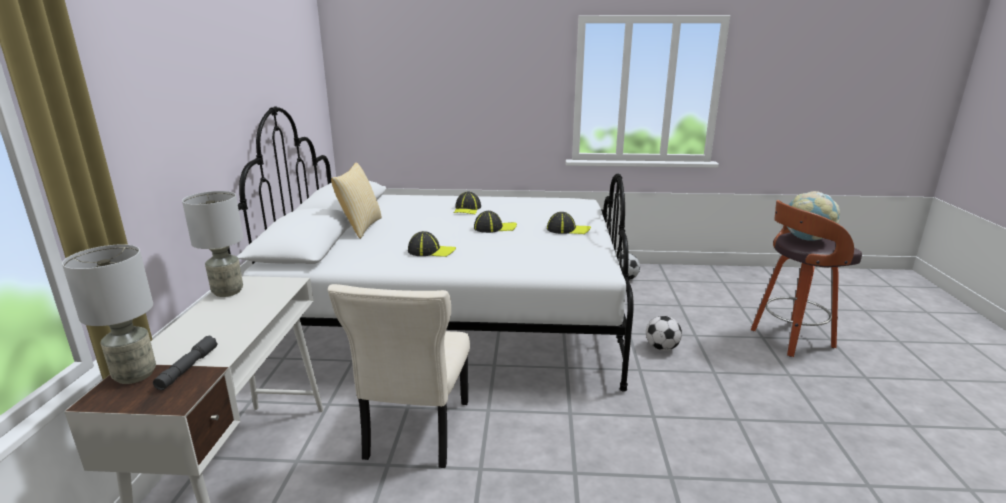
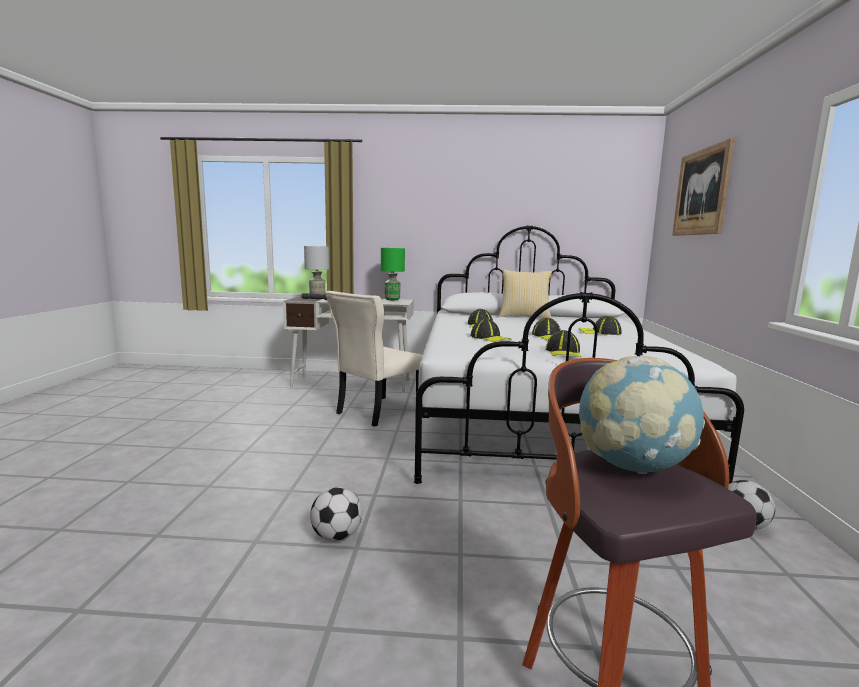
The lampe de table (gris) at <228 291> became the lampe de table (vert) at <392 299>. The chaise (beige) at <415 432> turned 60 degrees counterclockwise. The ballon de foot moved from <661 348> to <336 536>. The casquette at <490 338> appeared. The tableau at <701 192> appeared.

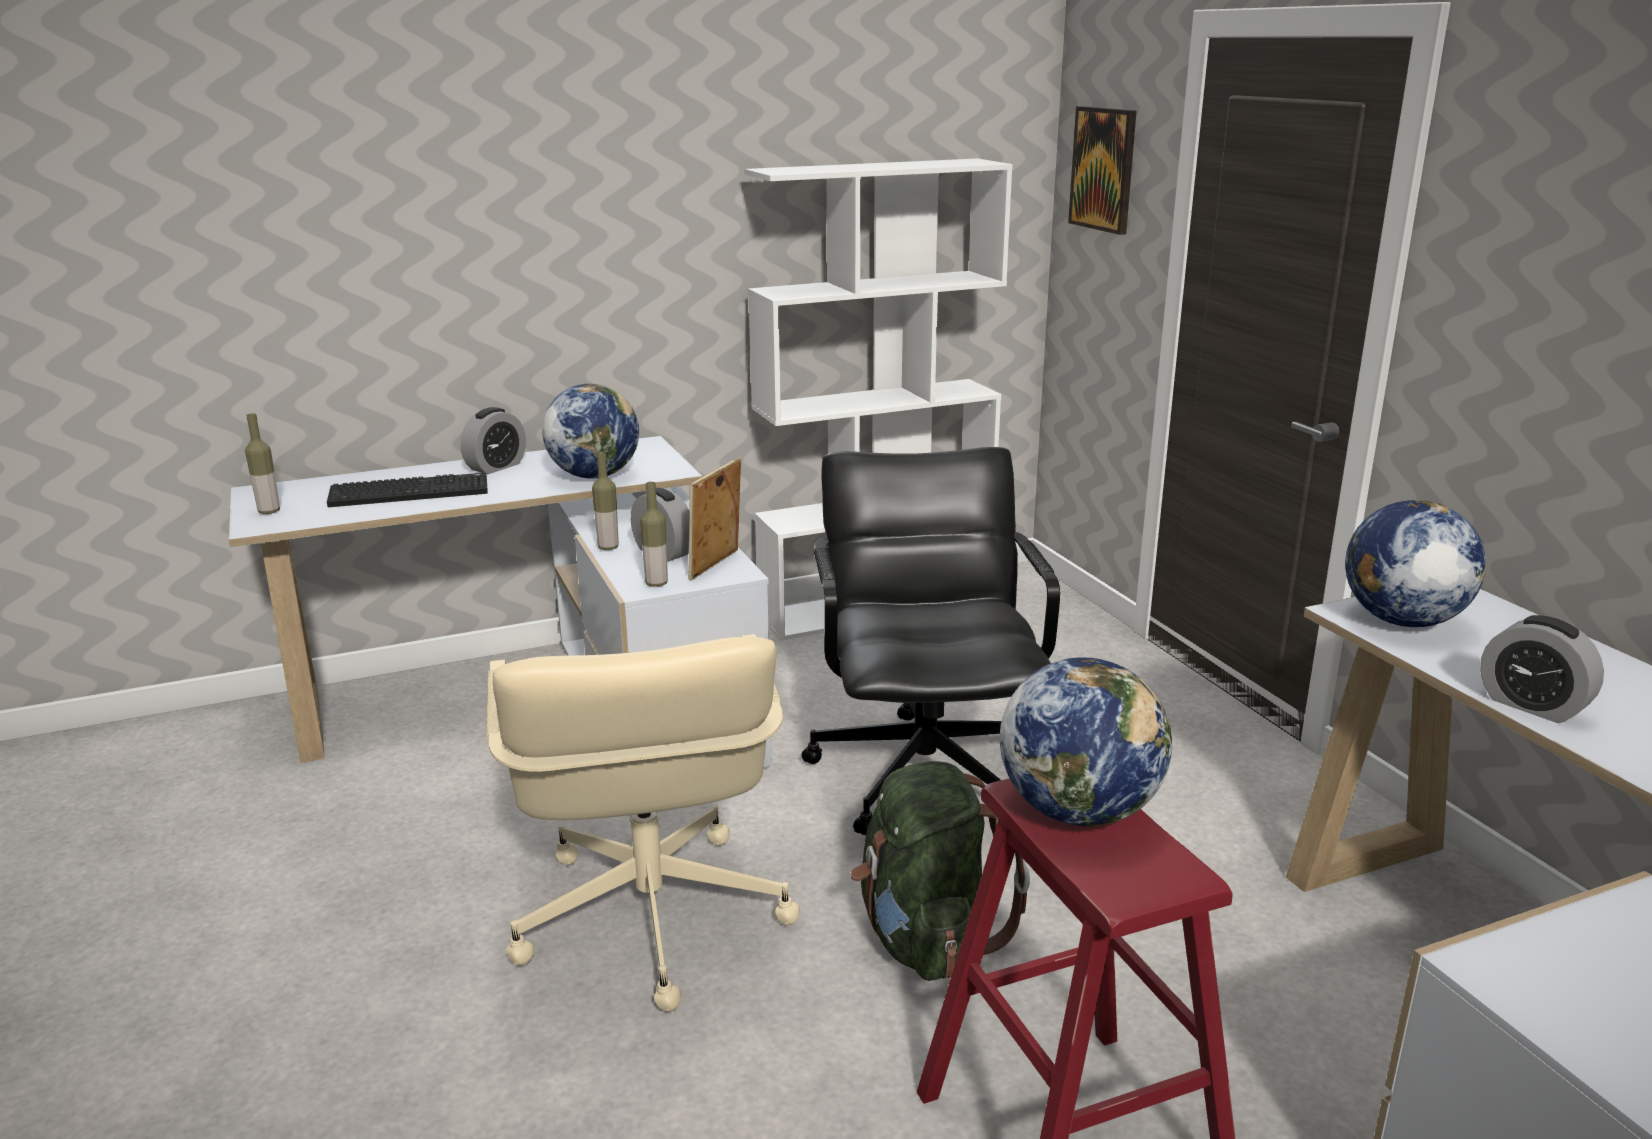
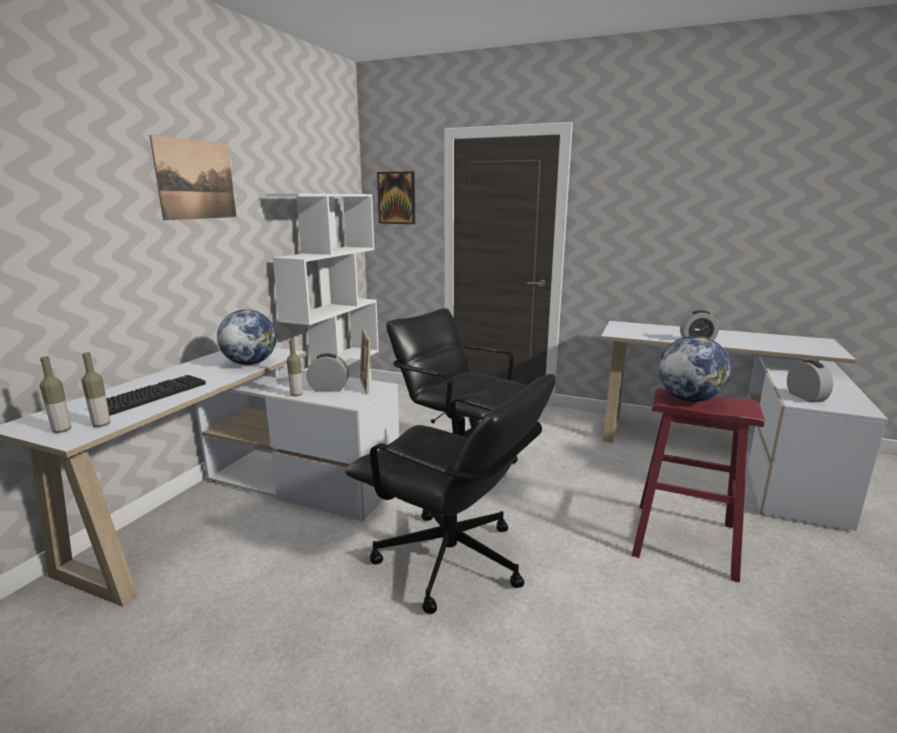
The réveil moved from <496 467> to <805 397>. The chaise de bureau (beige) at <649 919> became the chaise de bureau (noir) at <451 561>. The bouteille moved from <656 583> to <101 424>. The sac à dos (vert) at <927 939> disappeared. The globe at <1401 621> disappeared. The tableau at <196 180> appeared.

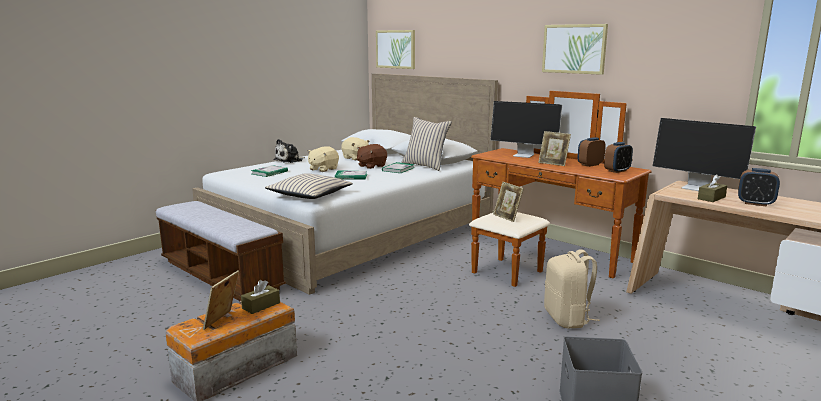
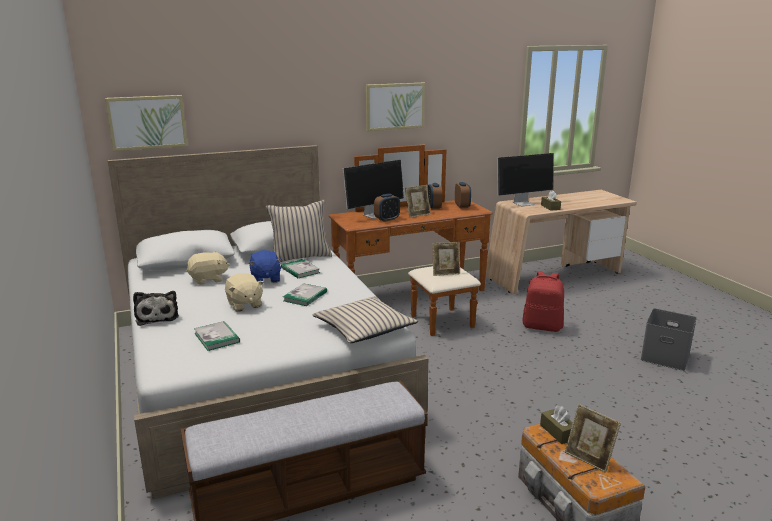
The peluche (marron) at <371 166> became the peluche (bleu) at <265 279>. The sac à dos (beige) at <567 319> became the sac à dos (rouge) at <542 326>. The réveil moved from <755 203> to <387 219>.

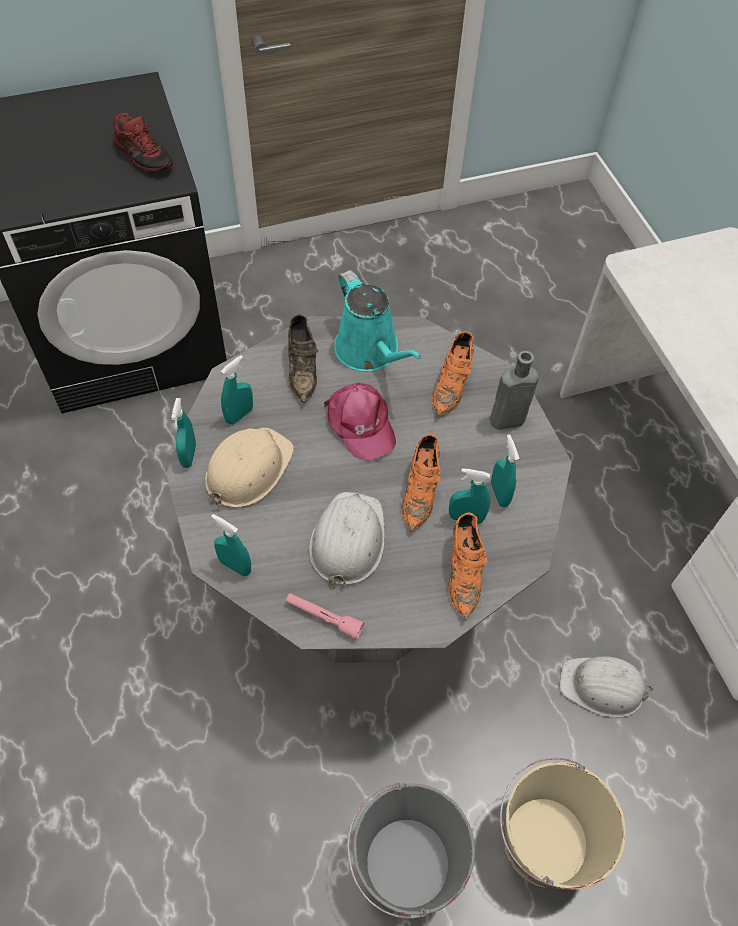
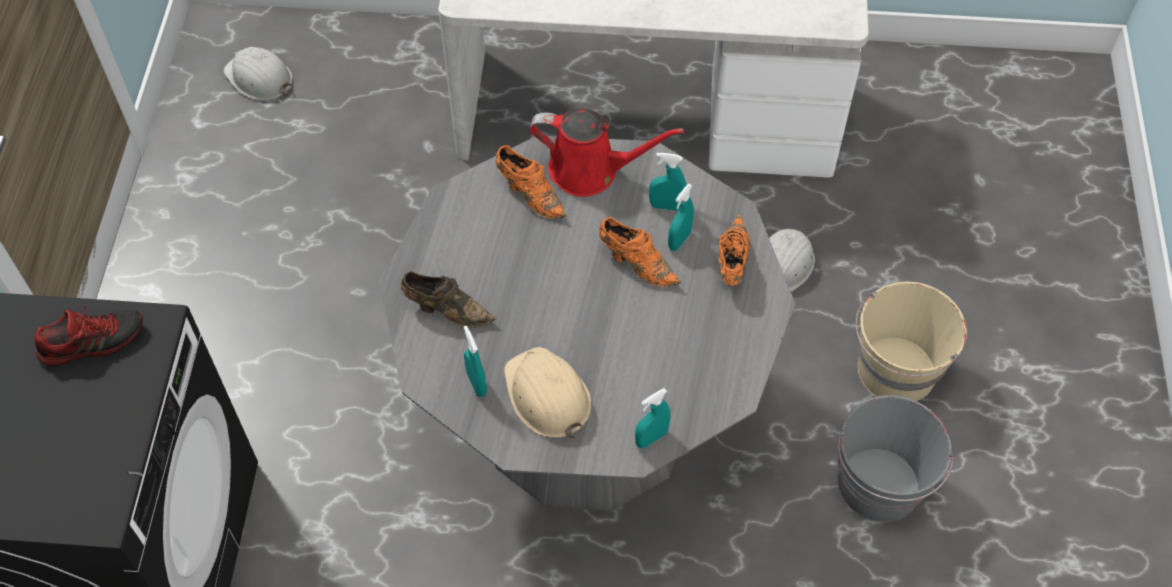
The vaporisateur (turquoise) at <189 455> disappeared. The lampe de poche (rose) at <323 618> disappeared. The casque de chantier (blanc) moved from <347 540> to <259 78>. The casquette (rose) at <360 424> disappeared. The arrosoir (turquoise) at <370 351> disappeared. The chaussure (orange) at <464 572> turned 105 degrees counterclockwise. The bouteille (gris) at <504 420> was replaced by the arrosoir (rouge) at <590 170>.

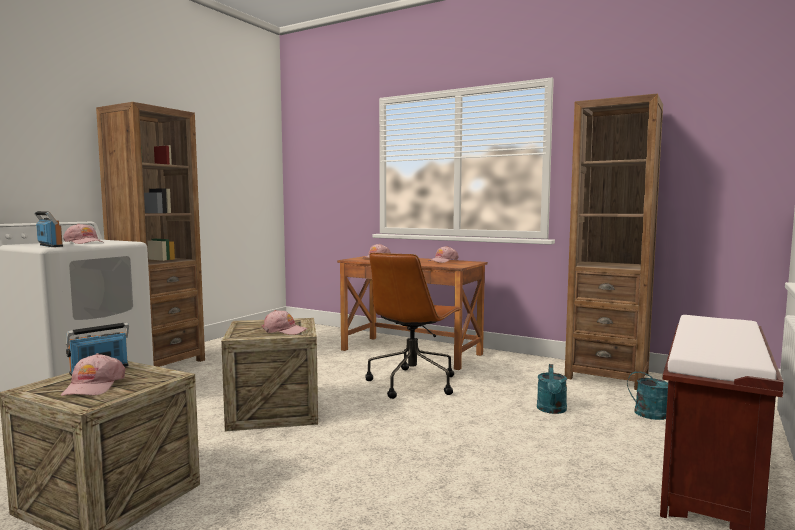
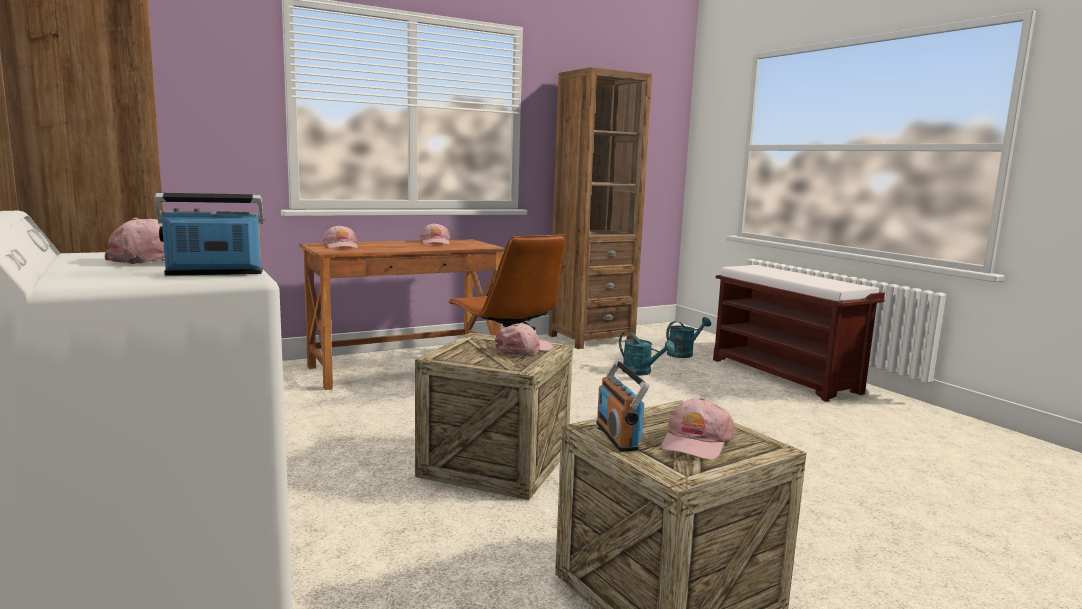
The casquette (rose) at <93 386> turned 90 degrees clockwise.

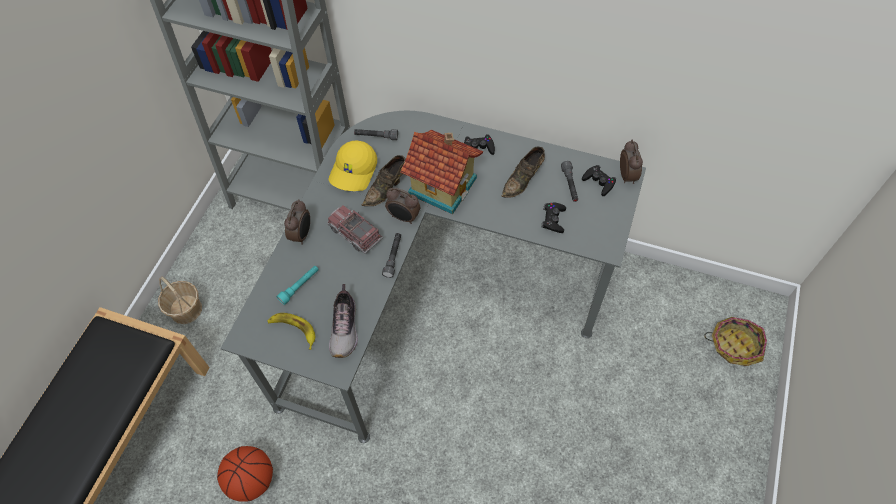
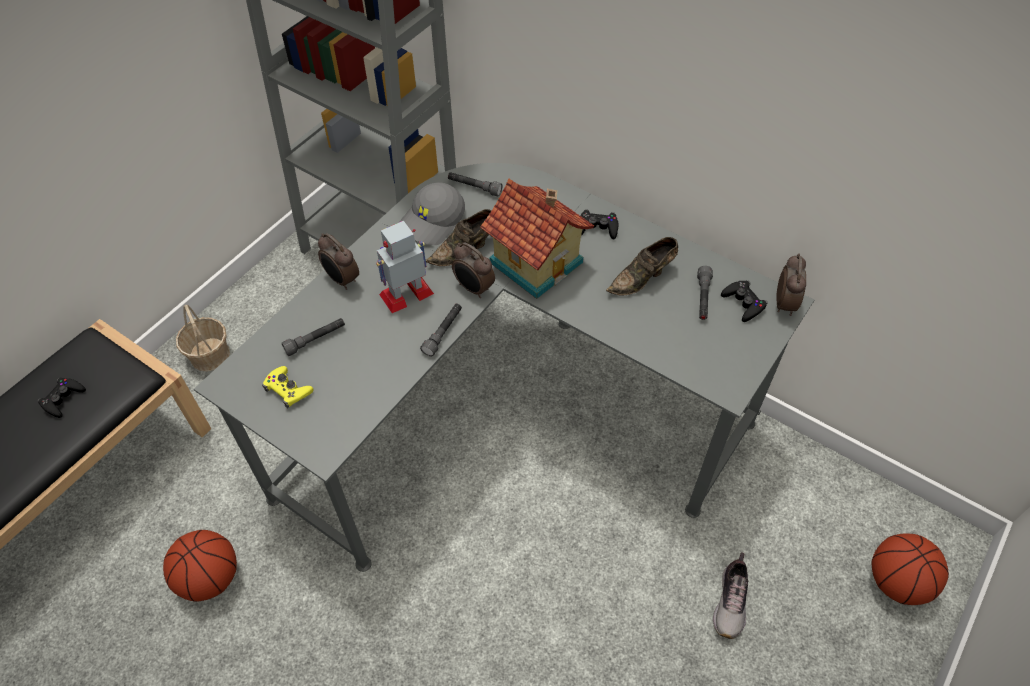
The banane at <293 330> was replaced by the manette (jaune) at <288 389>. The lampe de poche (turquoise) at <300 286> became the lampe de poche (gris) at <316 340>. The réveil at <302 234> turned 105 degrees clockwise. The camion jouet at <355 233> was replaced by the robot jouet at <407 293>. The casquette (jaune) at <354 171> became the casquette (gris) at <432 222>. The chaussure moved from <345 328> to <731 602>. The manette (noir) moved from <553 219> to <63 399>. The panier at <734 345> was replaced by the ballon de basket at <896 581>.

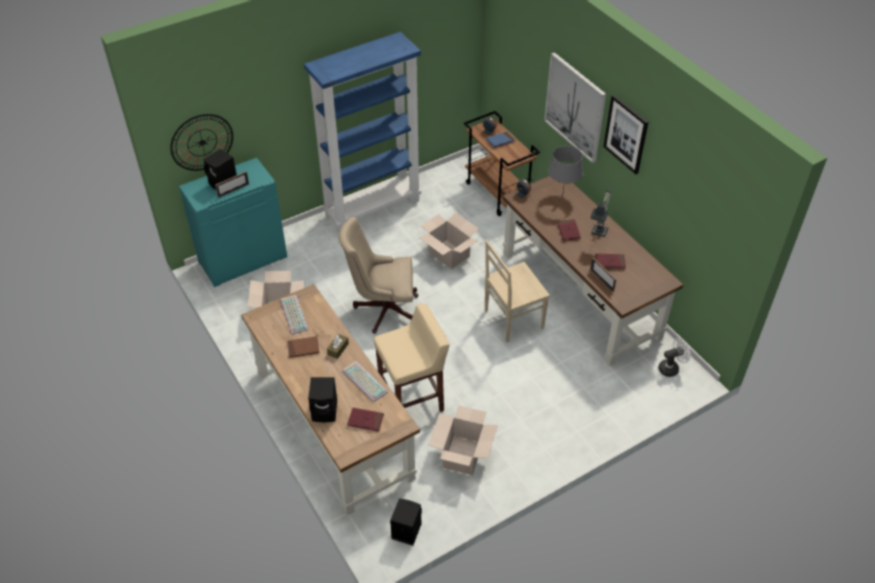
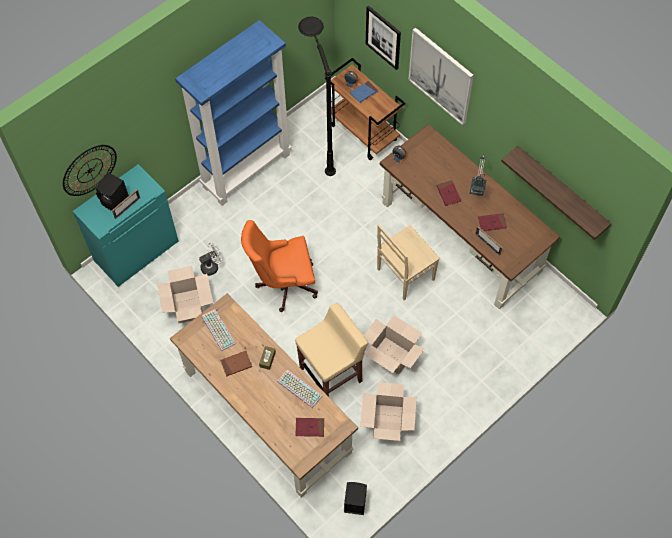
The enceinte (noir) at <326 411> disappeared. The chaise de bureau (beige) at <382 308> became the chaise de bureau (orange) at <283 283>. The carton moved from <449 254> to <392 355>. The lampe de table (gris) at <562 195> disappeared. The tableau moved from <626 134> to <383 37>. The ventilateur (blanc) moved from <671 368> to <212 266>. The lampadaire (noir) at <319 144> appeared. The étagère at <561 190> appeared.

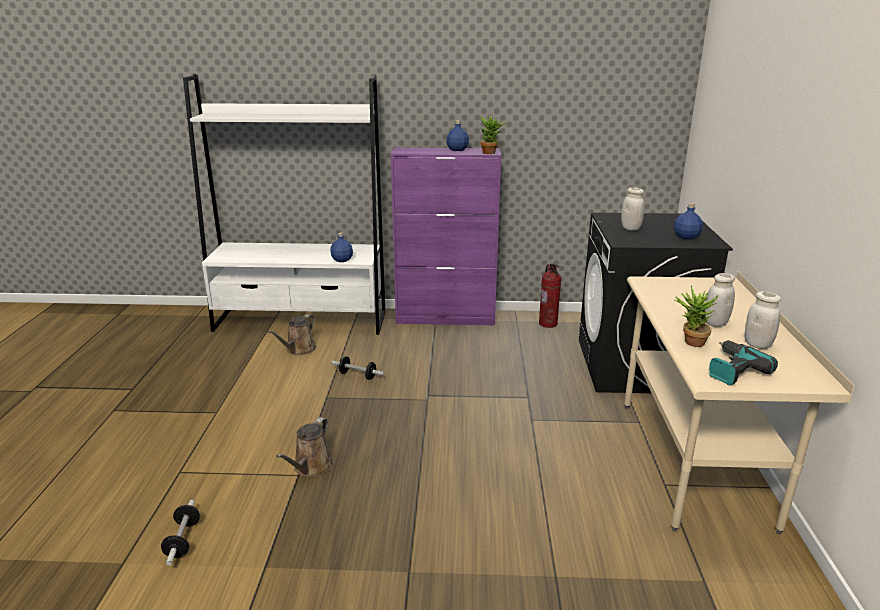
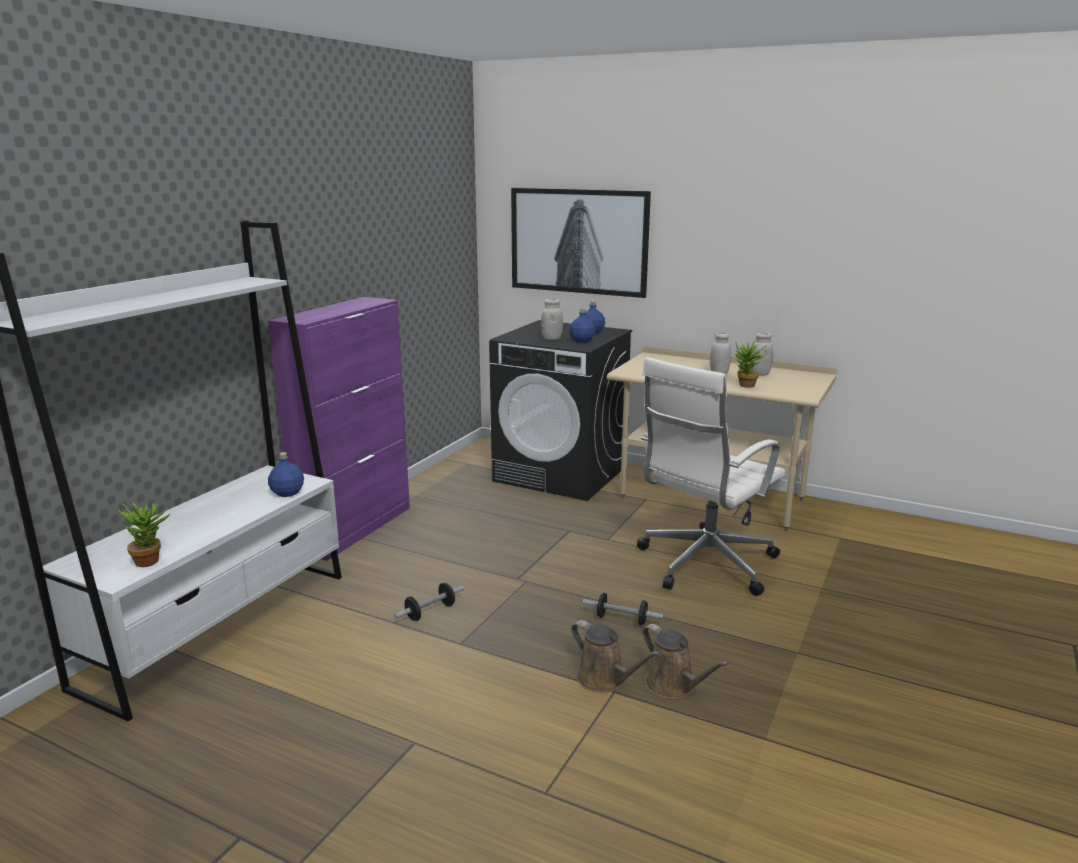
The haltère moved from <183 540> to <622 619>. The arrosoir (marron) moved from <299 350> to <673 686>. The bouteille (bleu) moved from <457 149> to <582 341>. The plante en pot moved from <491 153> to <152 560>. The extincteur at <548 324> disappeared. The perceuse at <732 370> disappeared. The tableau at <579 241> appeared. The chaise de bureau (blanc) at <704 564> appeared.

